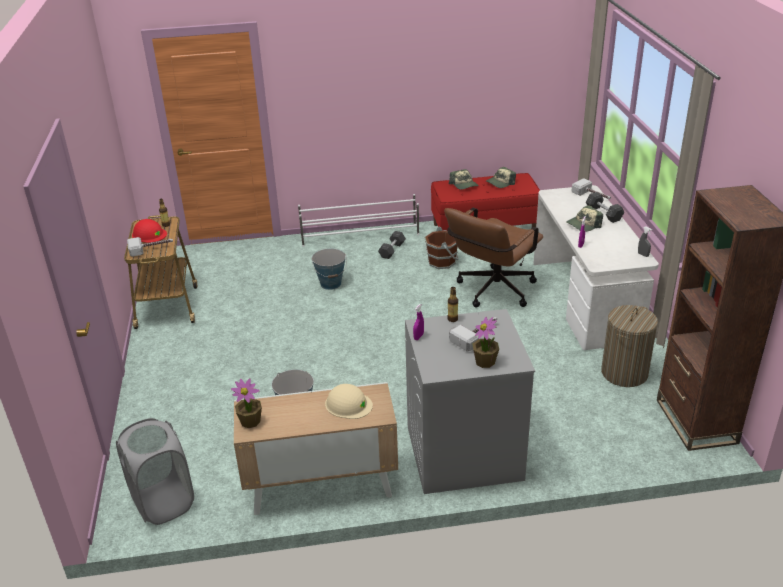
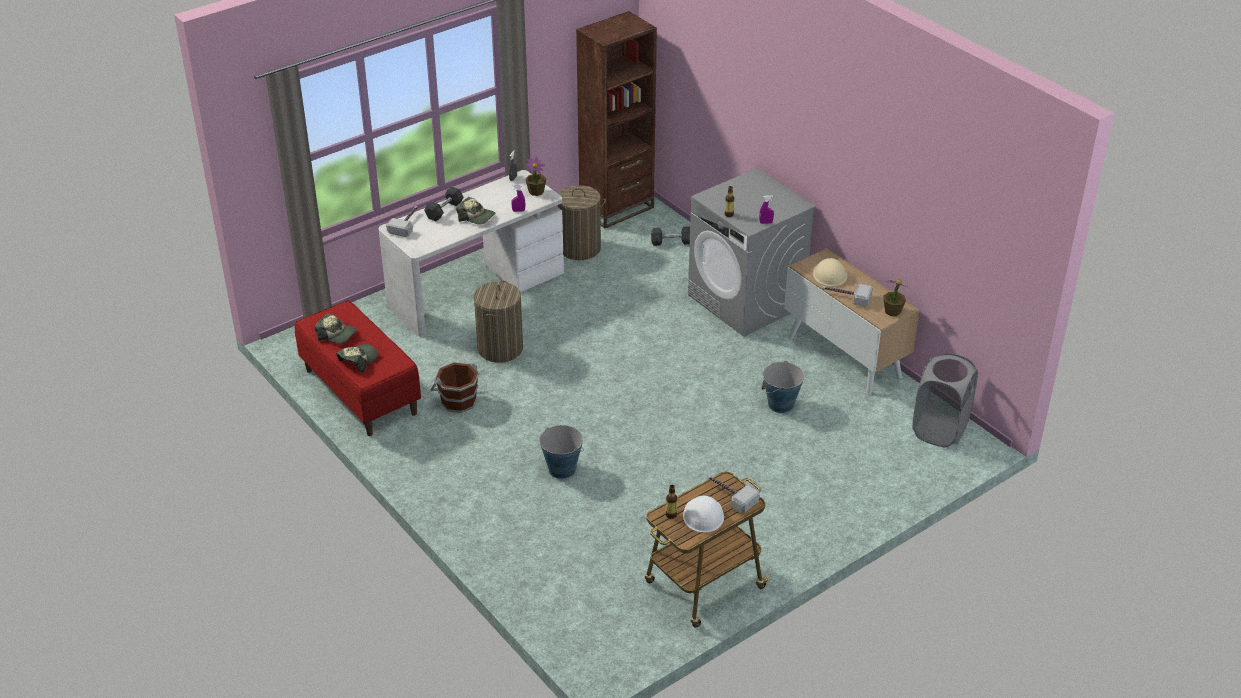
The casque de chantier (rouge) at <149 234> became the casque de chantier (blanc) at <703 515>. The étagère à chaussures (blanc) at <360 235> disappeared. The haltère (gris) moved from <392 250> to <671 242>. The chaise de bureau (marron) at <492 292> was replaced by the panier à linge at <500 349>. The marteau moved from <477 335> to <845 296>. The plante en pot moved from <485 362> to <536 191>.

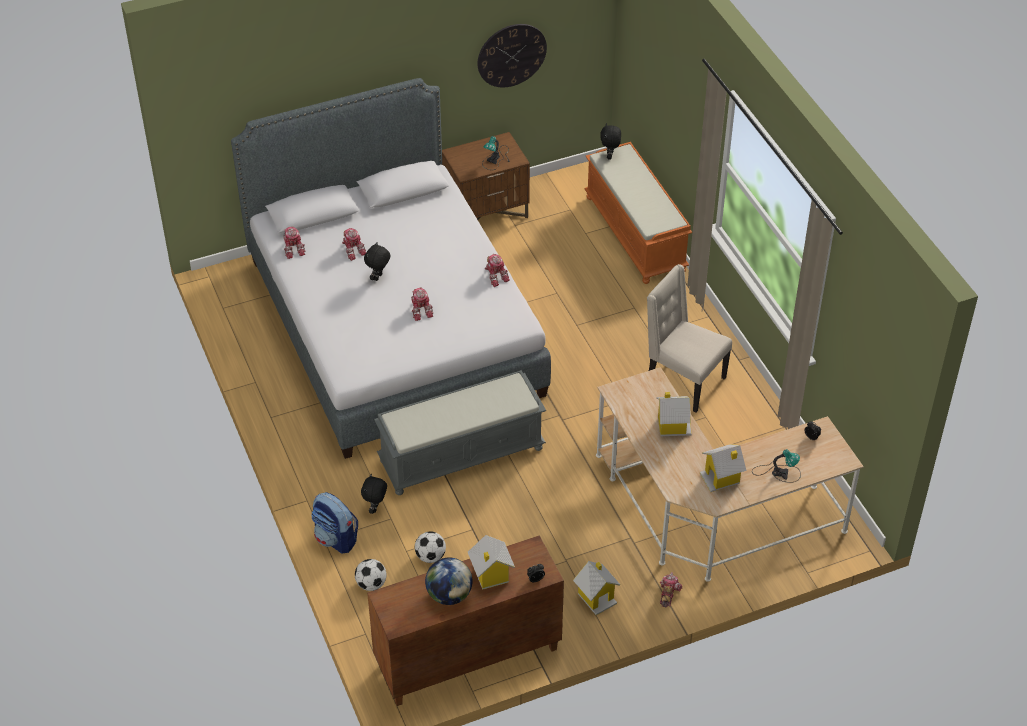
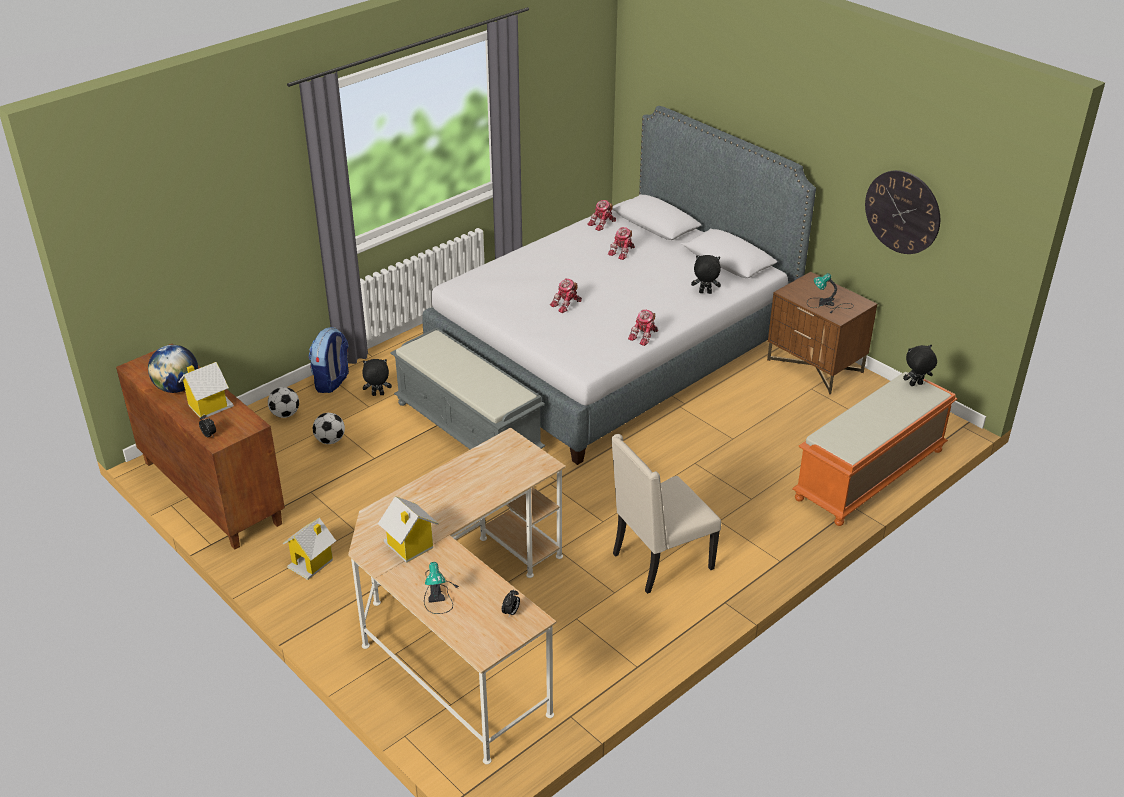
The peluche (noir) moved from <378 277> to <705 293>. The chaise (beige) at <682 381> turned 135 degrees counterclockwise. The maison miniature at <672 426> disappeared. The robot jouet at <668 594> disappeared.

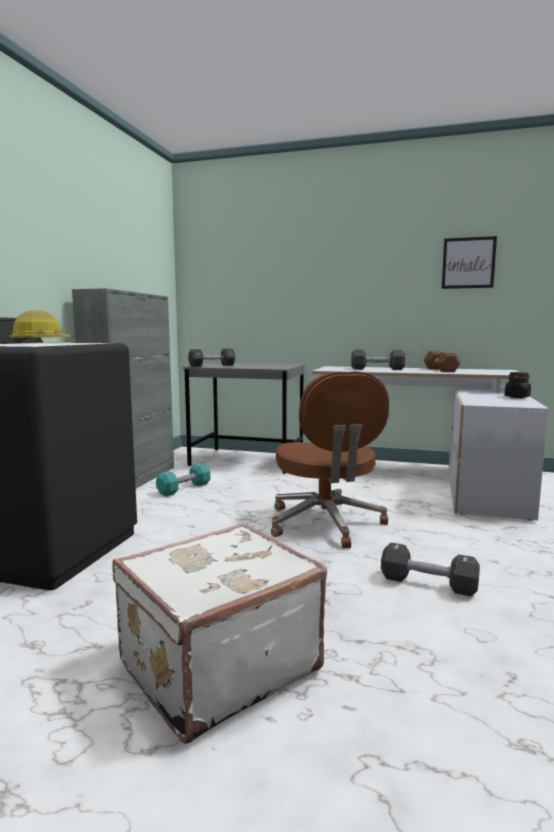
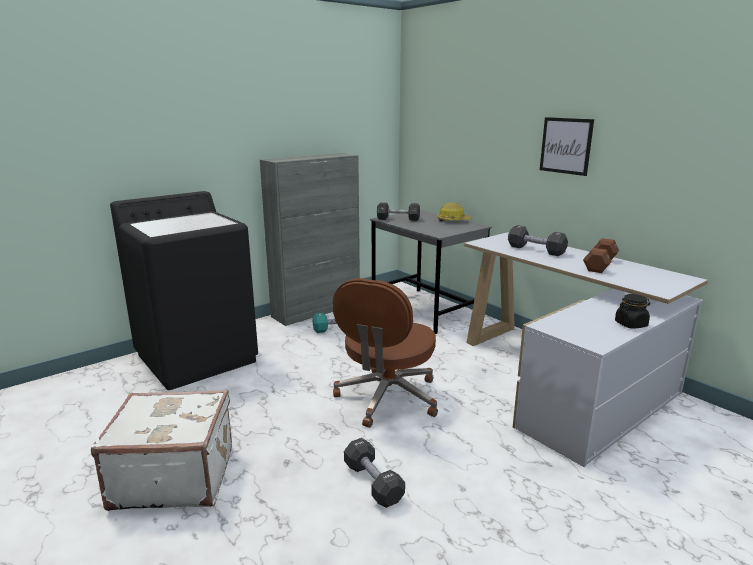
The casque de chantier moved from <42 343> to <453 220>. The tableau moved from <468 263> to <566 146>.

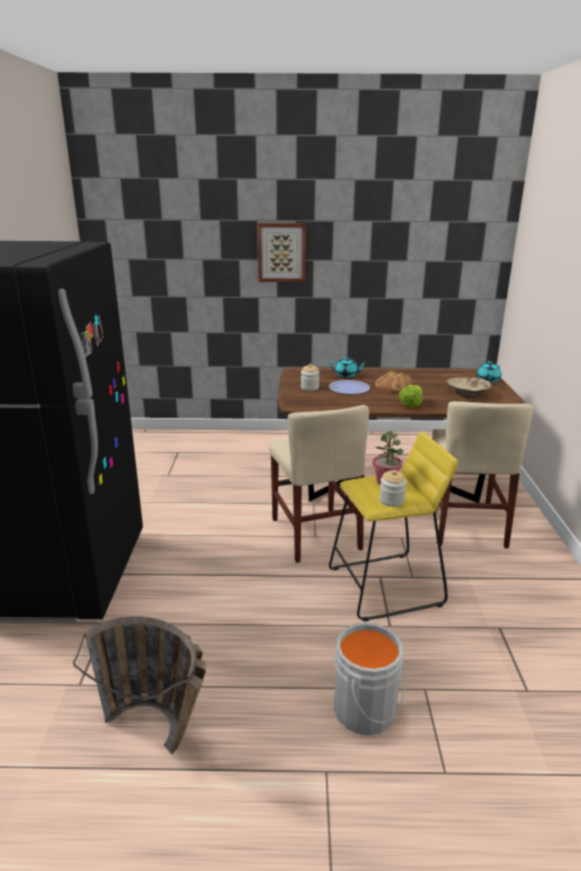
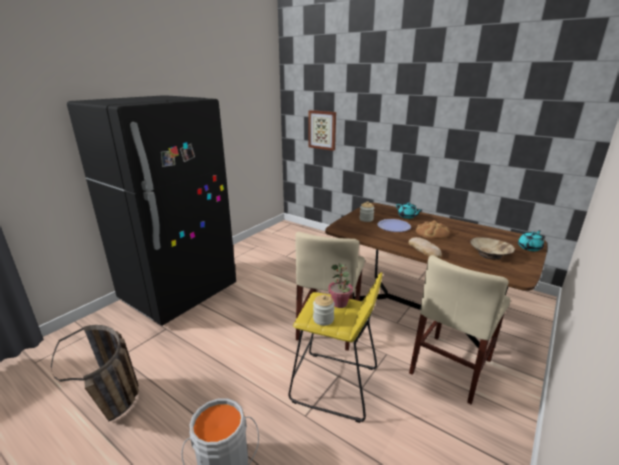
The tableau moved from <281 252> to <322 130>. The laitue at <410 404> was replaced by the pain at <424 250>.

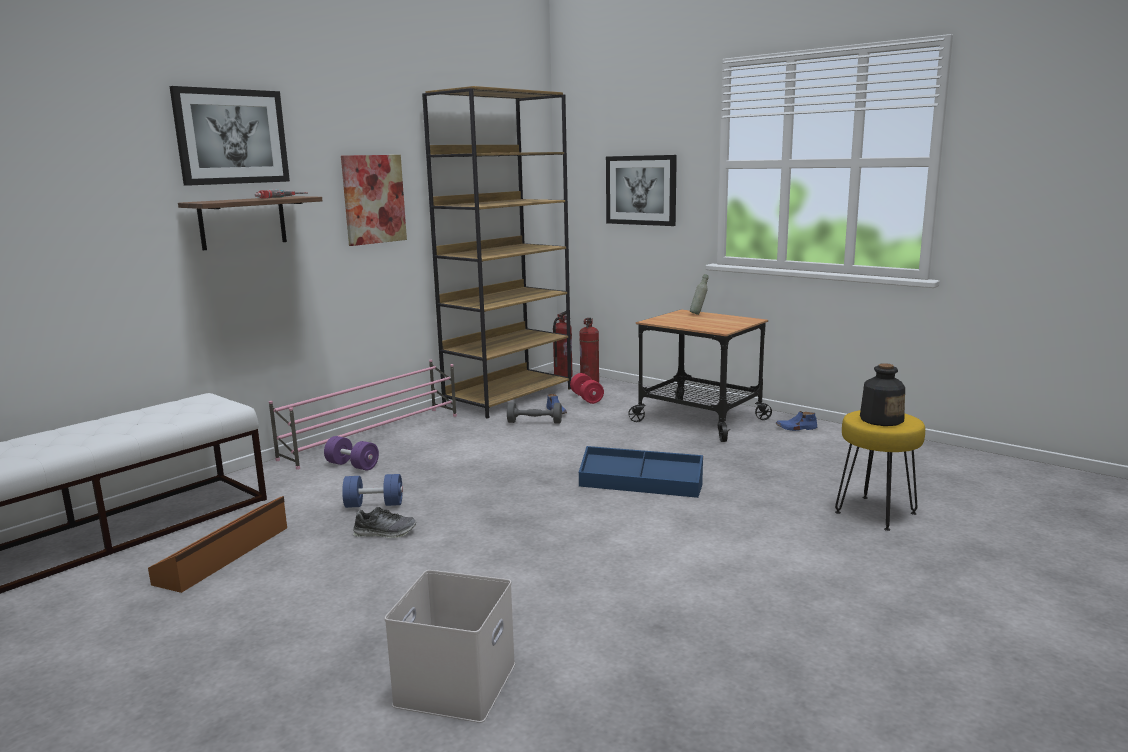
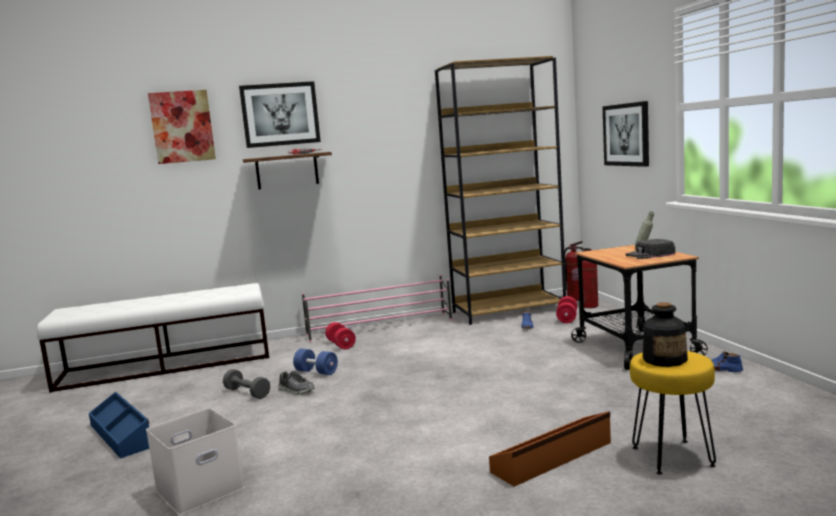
The boîte de rangement (marron) moved from <225 555> to <553 458>. The haltère (violet) at <352 465> became the haltère (rouge) at <341 345>. The tableau moved from <373 199> to <182 126>. The haltère (gris) moved from <534 422> to <247 393>. The boîte de rangement (bleu) moved from <640 485> to <121 435>. The casquette (noir) at <650 254> appeared.

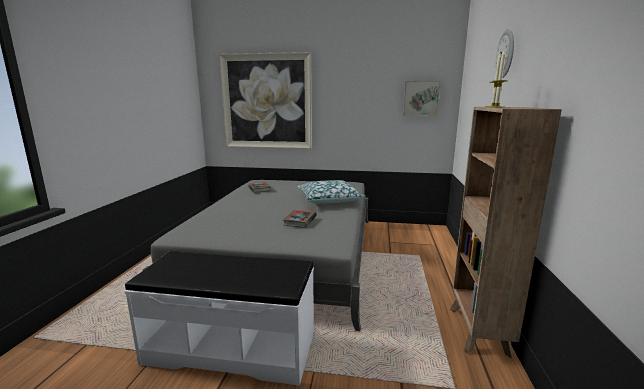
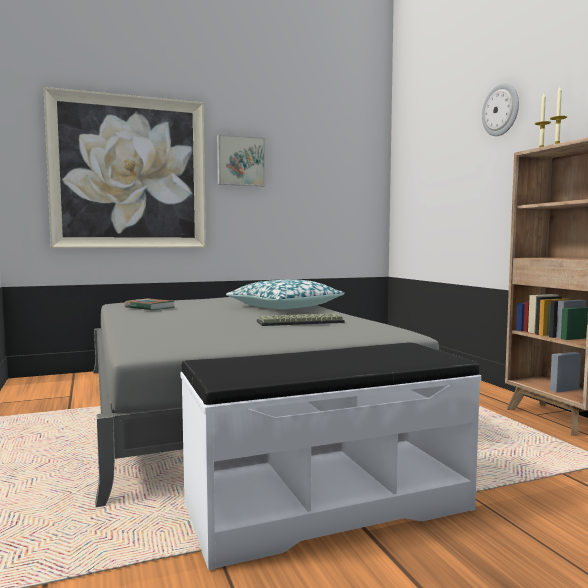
The livre at <300 221> was replaced by the clavier at <299 322>. The tableau moved from <420 98> to <240 161>.

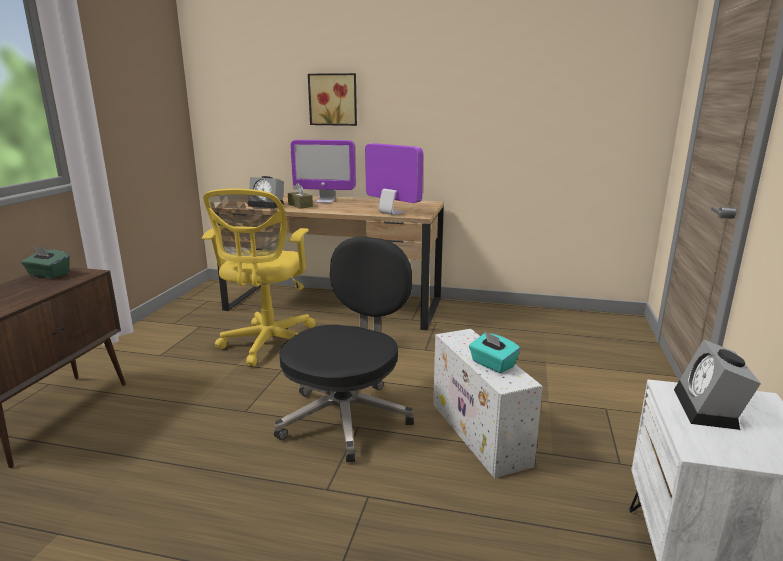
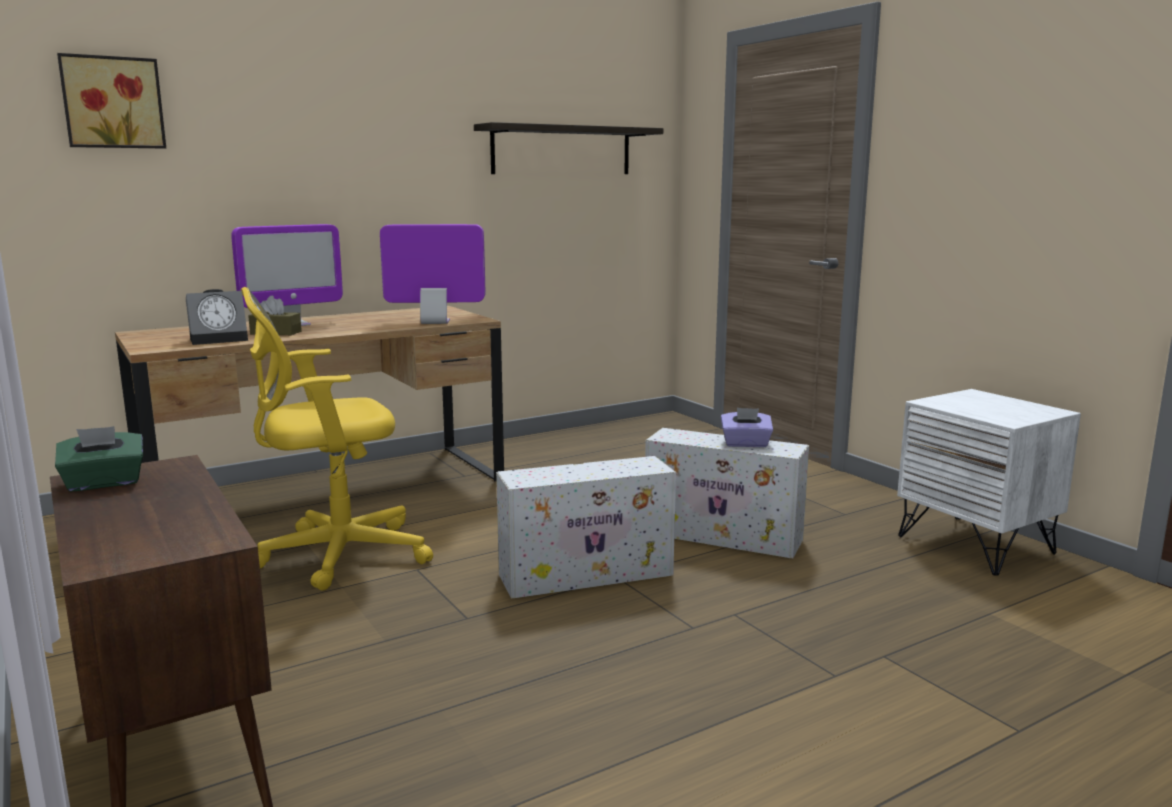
The chaise de bureau (jaune) at <268 344> turned 105 degrees clockwise. The chaise de bureau (noir) at <347 417> was replaced by the boîte de rangement (blanc) at <588 575>. The tableau moved from <333 99> to <113 103>. The boîte à mouchoirs (turquoise) at <492 364> became the boîte à mouchoirs (violet) at <745 444>. The réveil at <710 410> disappeared. The étagère at <562 150> appeared.

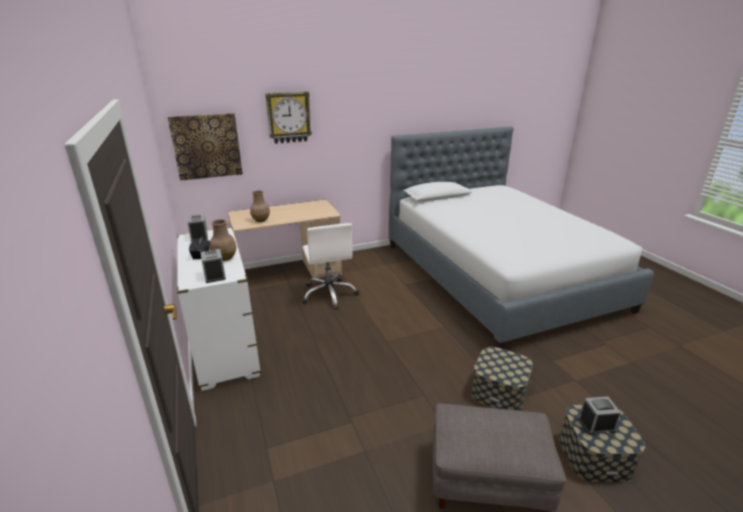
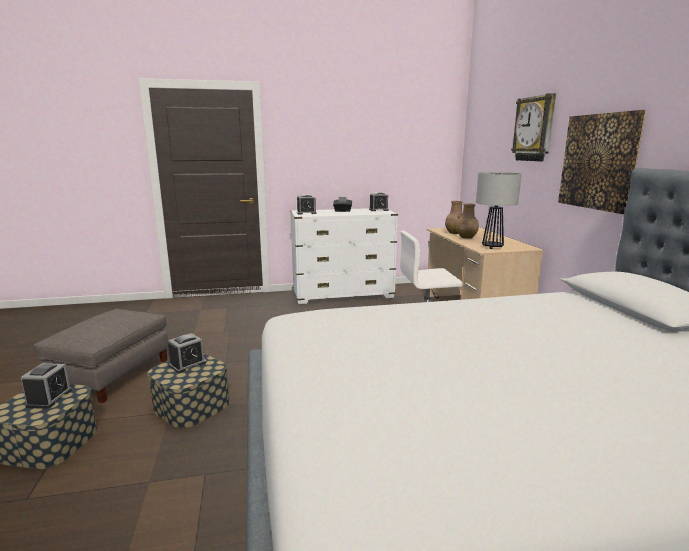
The tableau moved from <206 146> to <598 162>. The vase (marron) moved from <225 258> to <467 237>. The réveil at <188 364> appeared. The lampe de table at <492 247> appeared.

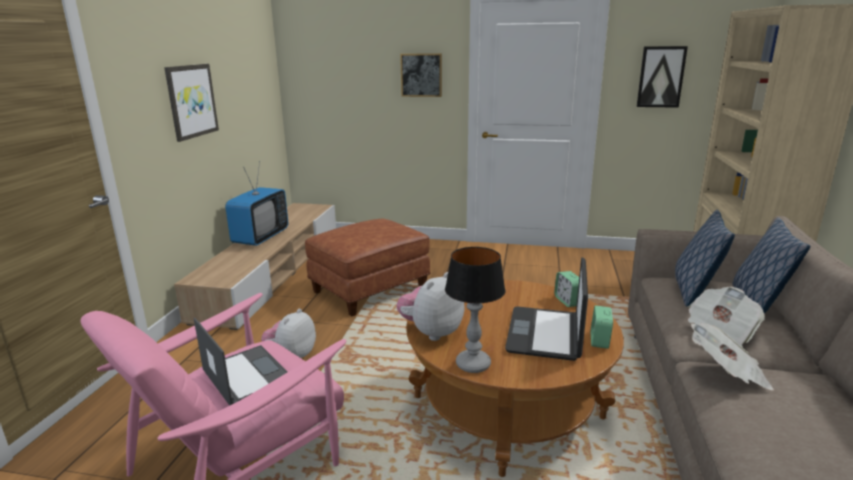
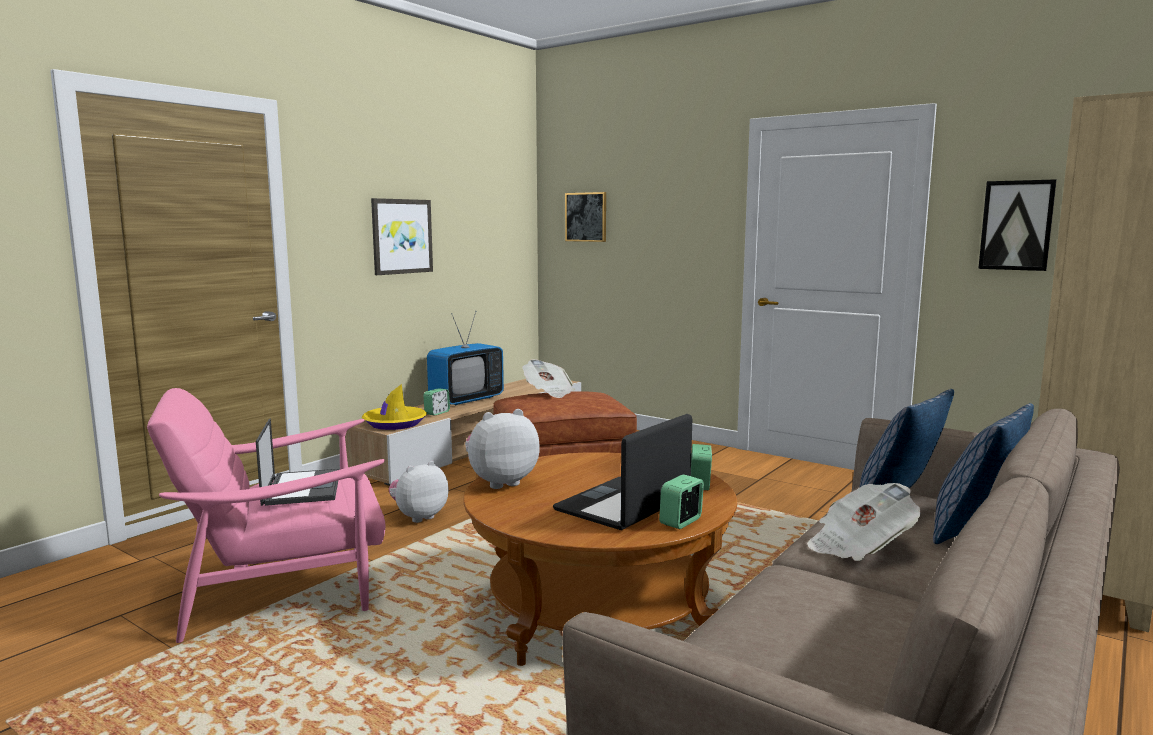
The tableau moved from <421 75> to <586 217>. The lampe de table at <472 365> disappeared. The journal moved from <728 373> to <548 392>. The chapeau (jaune) at <394 423> appeared. The réveil at <437 413> appeared.

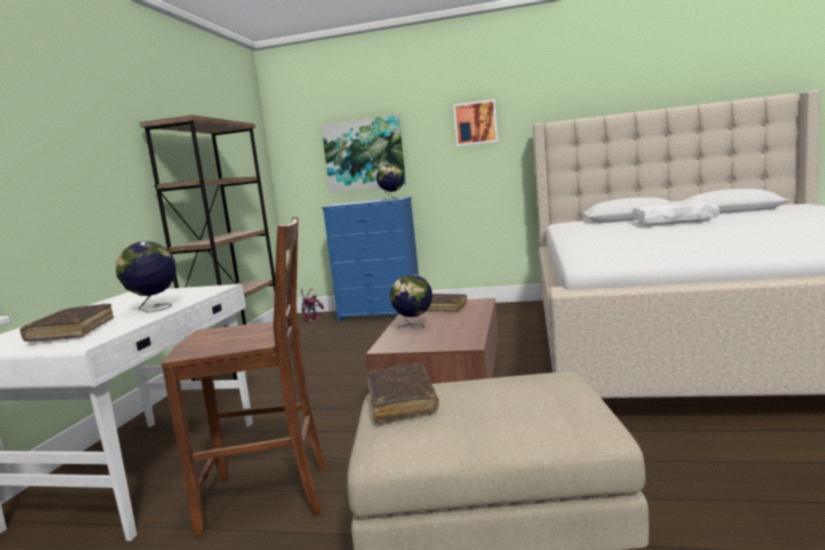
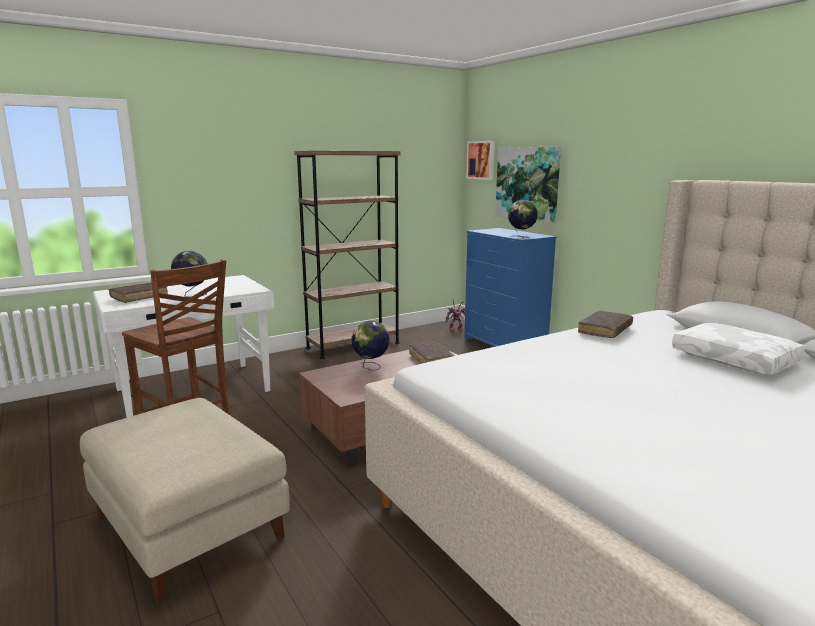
The livre (marron) moved from <402 401> to <605 330>. The tableau moved from <476 123> to <481 160>.

